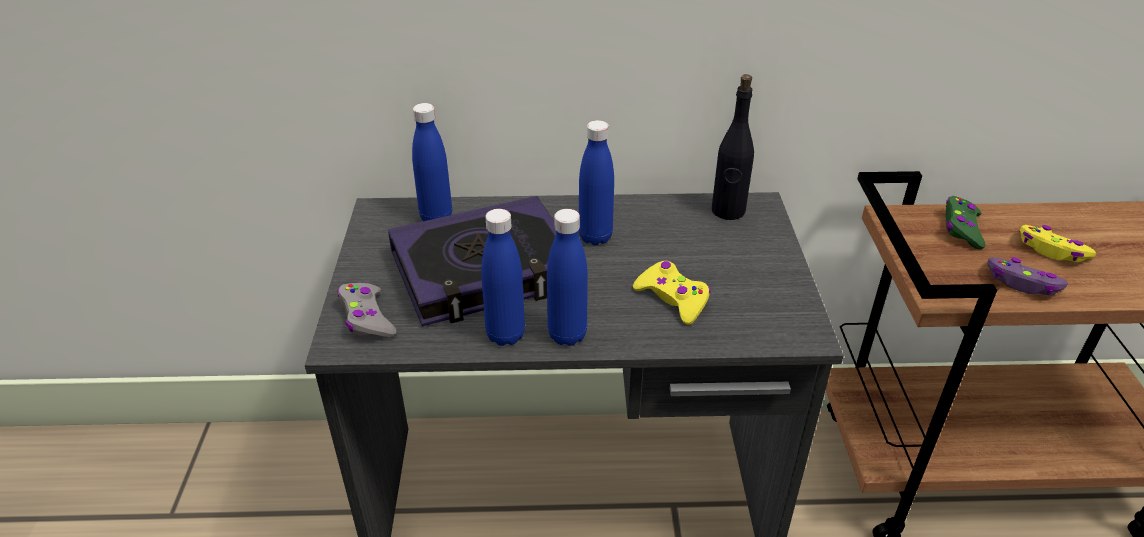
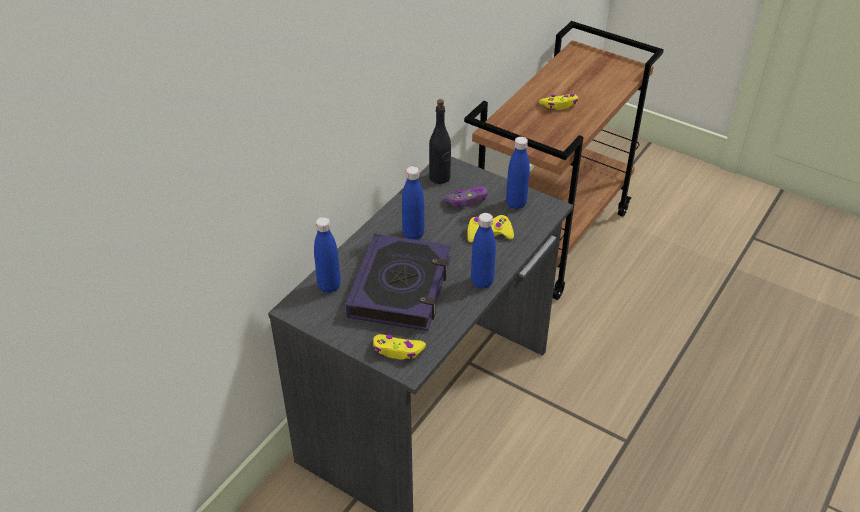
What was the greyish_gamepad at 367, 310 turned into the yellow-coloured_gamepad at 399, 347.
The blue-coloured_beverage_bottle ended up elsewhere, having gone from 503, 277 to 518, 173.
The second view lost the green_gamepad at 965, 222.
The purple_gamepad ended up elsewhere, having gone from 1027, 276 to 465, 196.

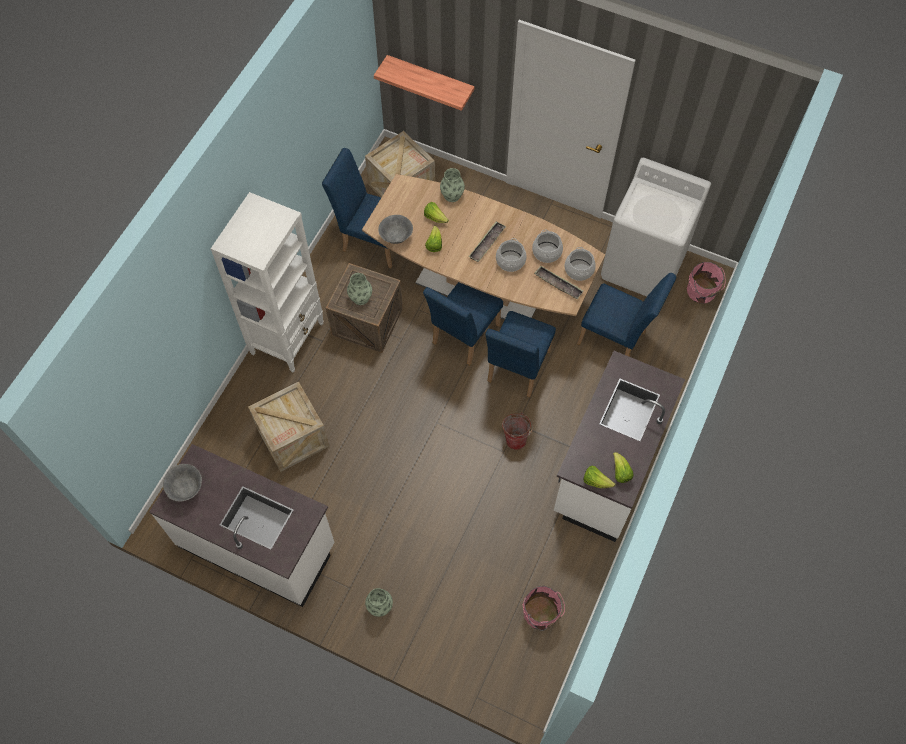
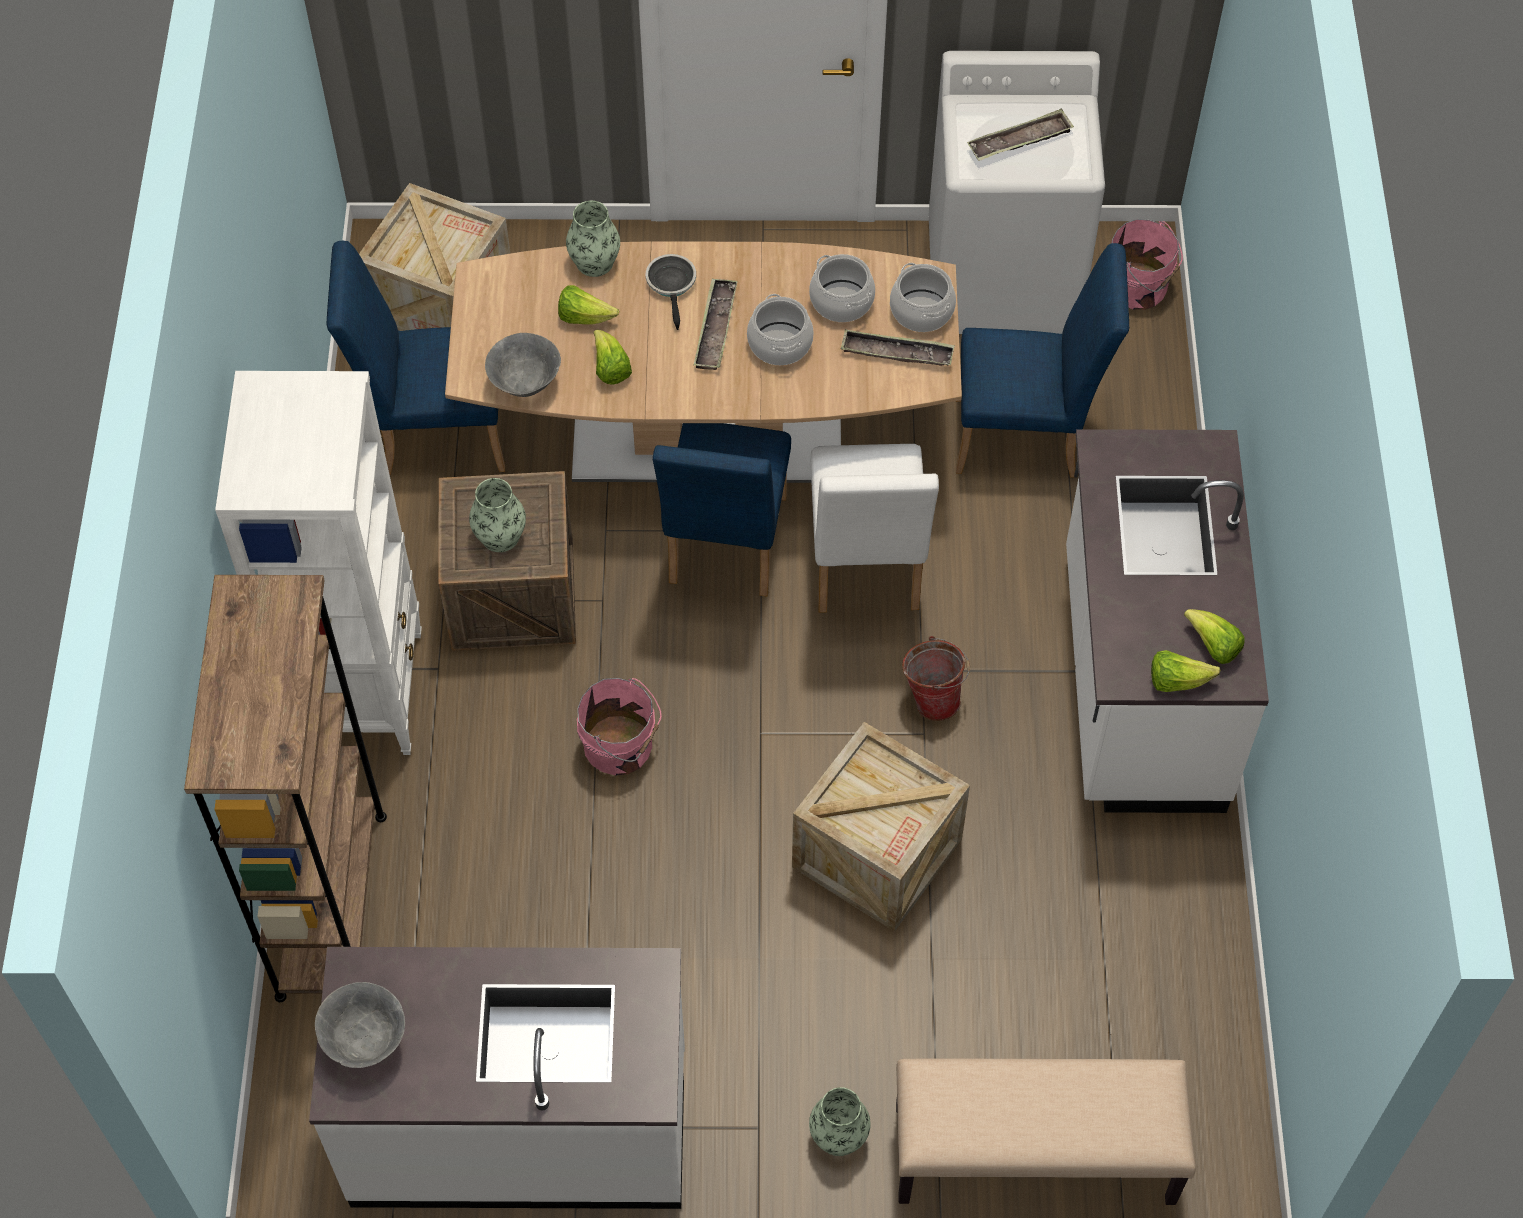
The packing_crate ended up elsewhere, having gone from 288, 427 to 881, 827.
The second view lost the bracket_shelf at 424, 83.
What was the blue-coloured_plain_chair at 520, 354 turned into the white-coloured_plain_chair at 875, 528.
The pink-coloured_pail ended up elsewhere, having gone from 544, 608 to 619, 727.
The second view gained the brownish_bookshelf at 285, 788.
The second view gained the skillet at 671, 292.
The second view gained the beige_indoor_bench at 1046, 1132.
The second view gained the carrying_tray at 1020, 135.

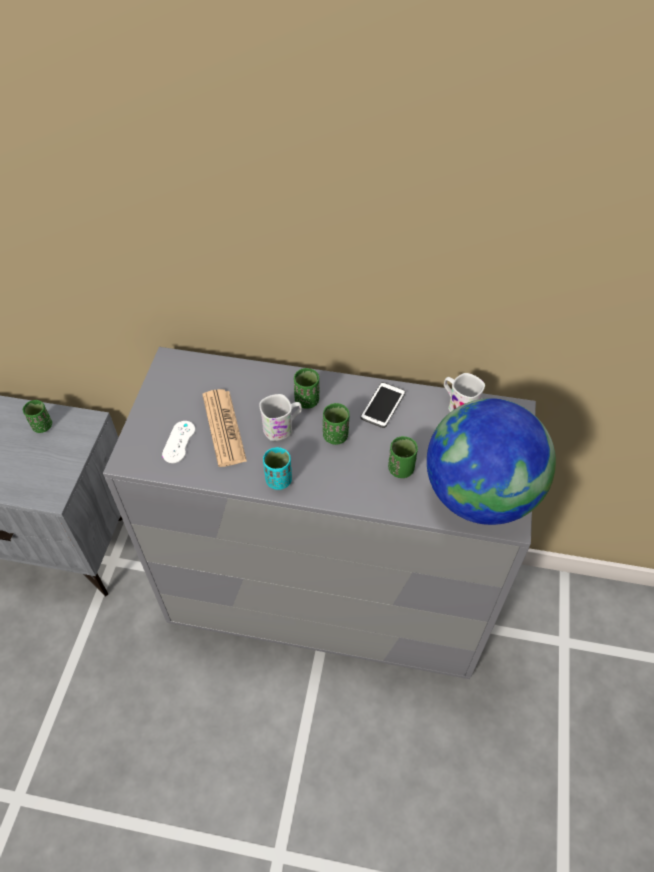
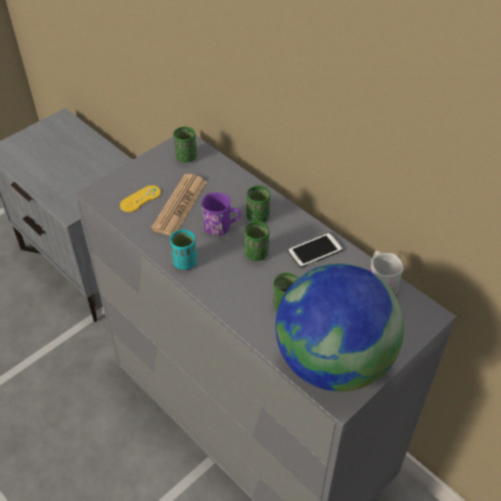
The green_drinking_cup ended up elsewhere, having gone from 37, 416 to 185, 144.
What was the white-coloured_gamepad at 178, 442 turned into the yellow-coloured_gamepad at 140, 198.
What was the white-coloured_coffee_mug at 280, 417 turned into the purple_coffee_mug at 221, 214.

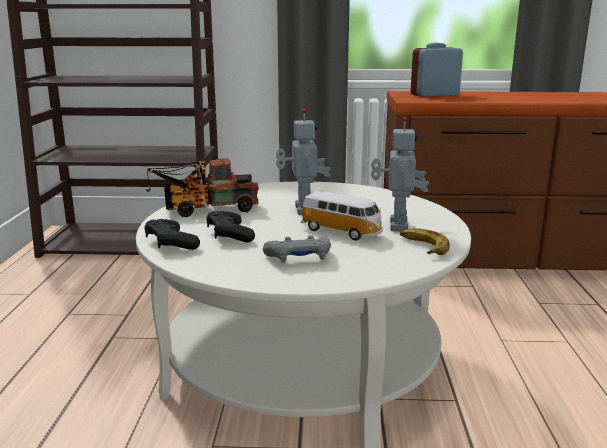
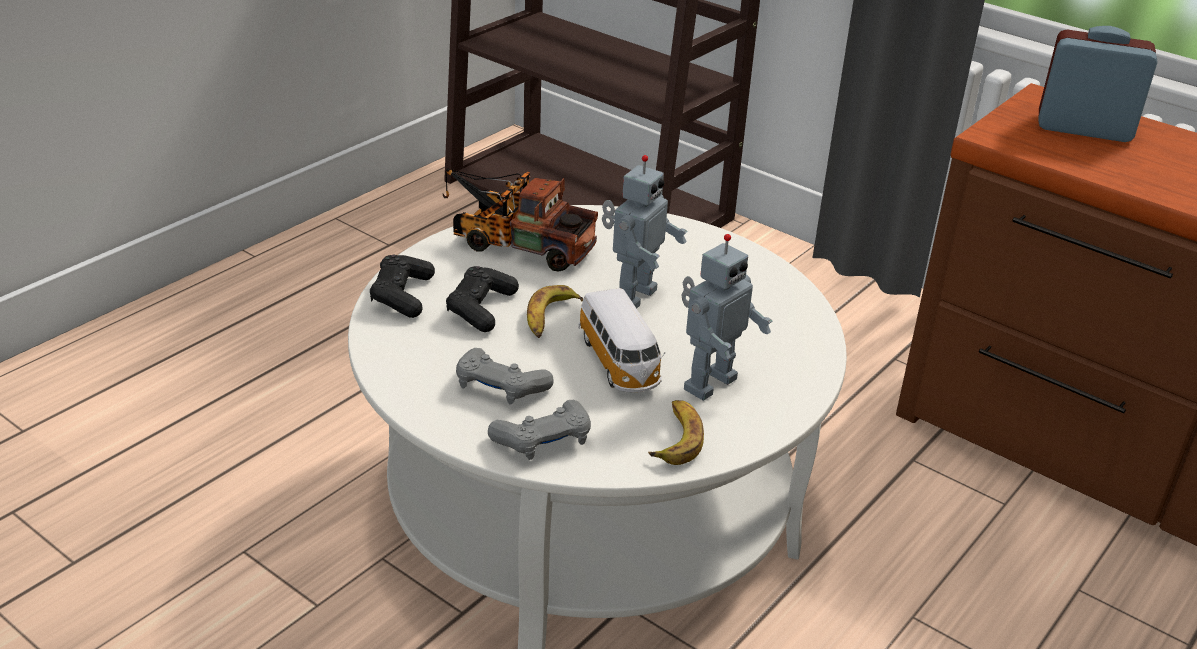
The second view gained the greyish_gamepad at 539, 430.
The second view gained the whole_banana at 555, 311.

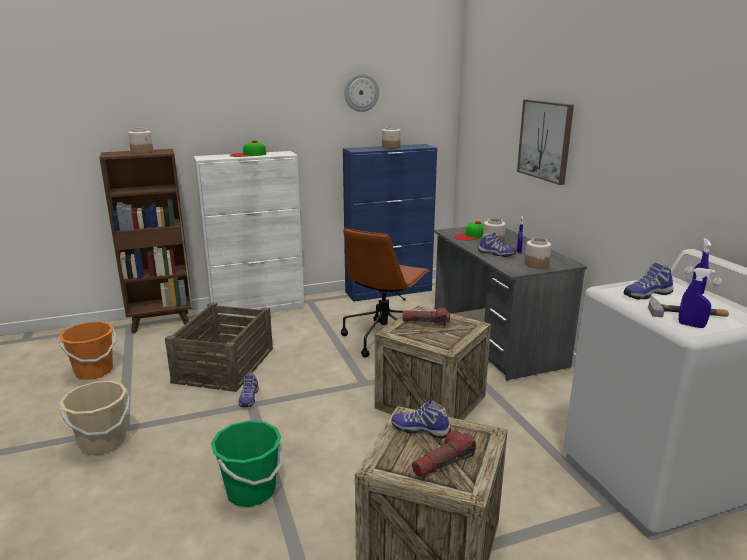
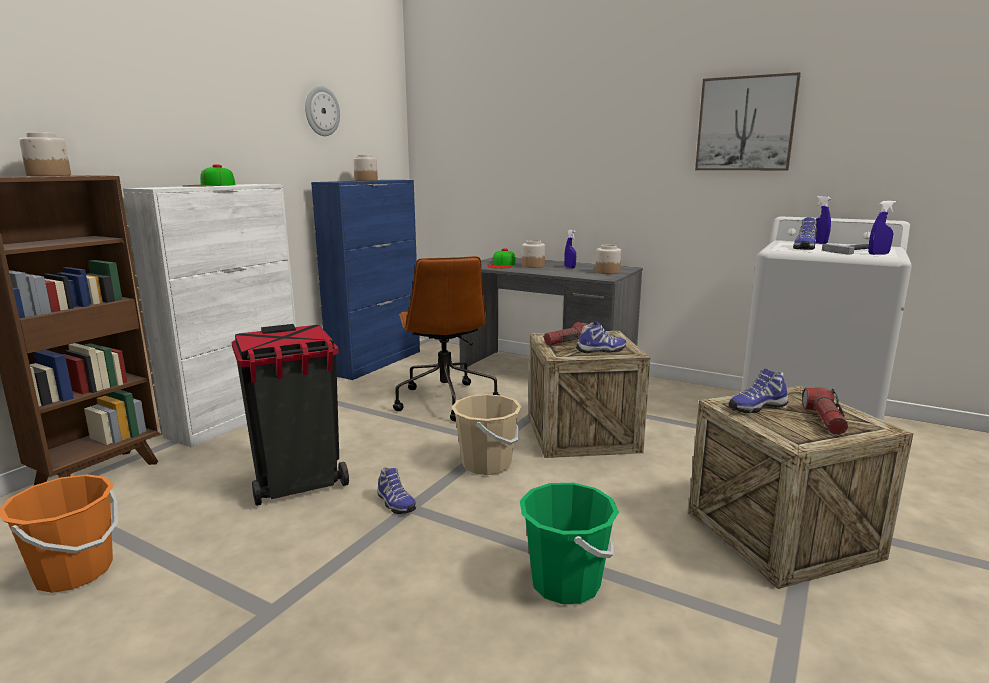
The beige_pail ended up elsewhere, having gone from 94, 418 to 487, 434.
Where the packing_crate stood at 219, 347, the blackish_trash_can came to stand at 290, 415.
The shoe ended up elsewhere, having gone from 497, 244 to 601, 337.
The wall_picture ended up elsewhere, having gone from 545, 142 to 748, 121.

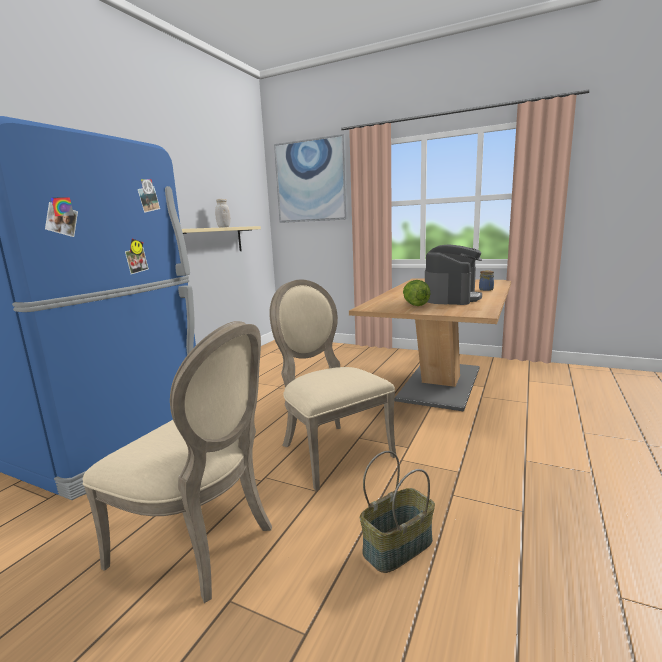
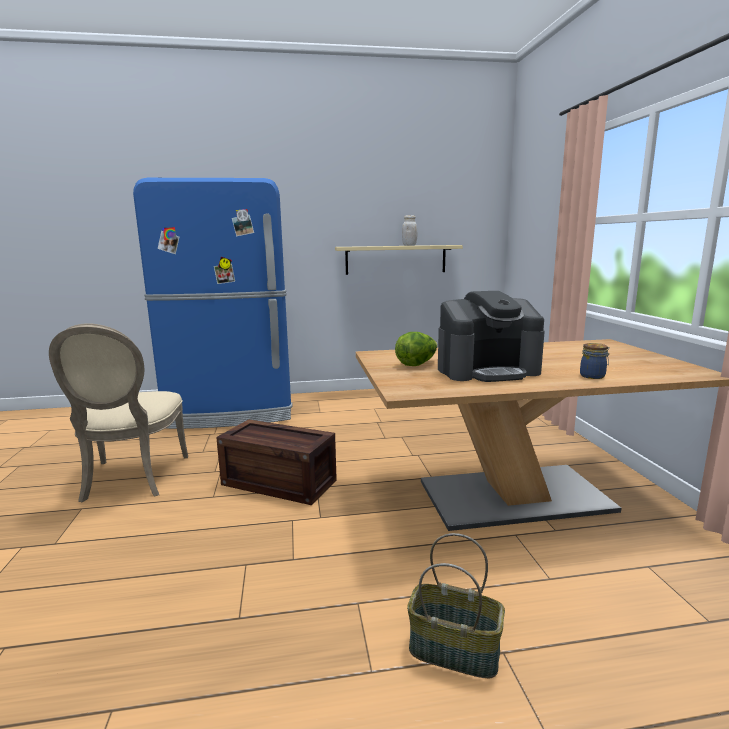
Where the beige_plain_chair stood at 332, 385, the packing_crate came to stand at 276, 462.
The second view lost the wall_picture at 311, 178.
The household_basket ended up elsewhere, having gone from 397, 512 to 456, 605.

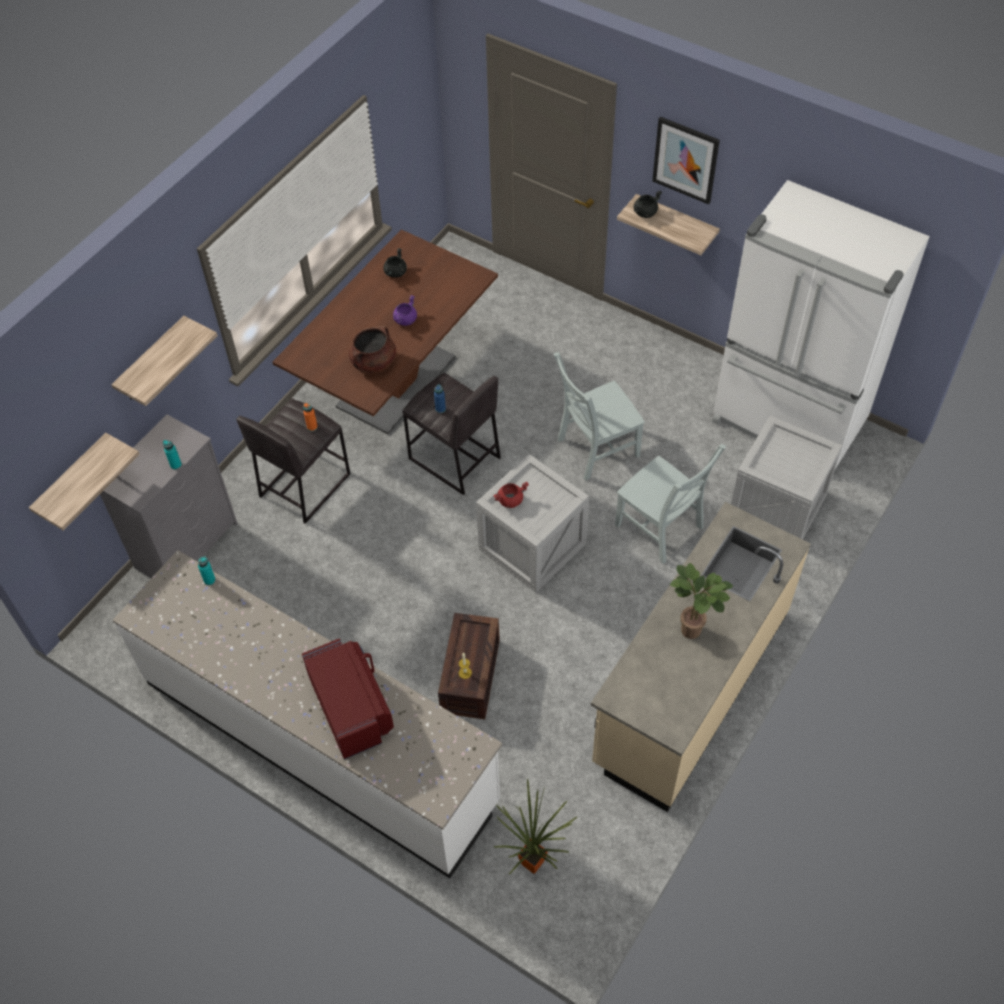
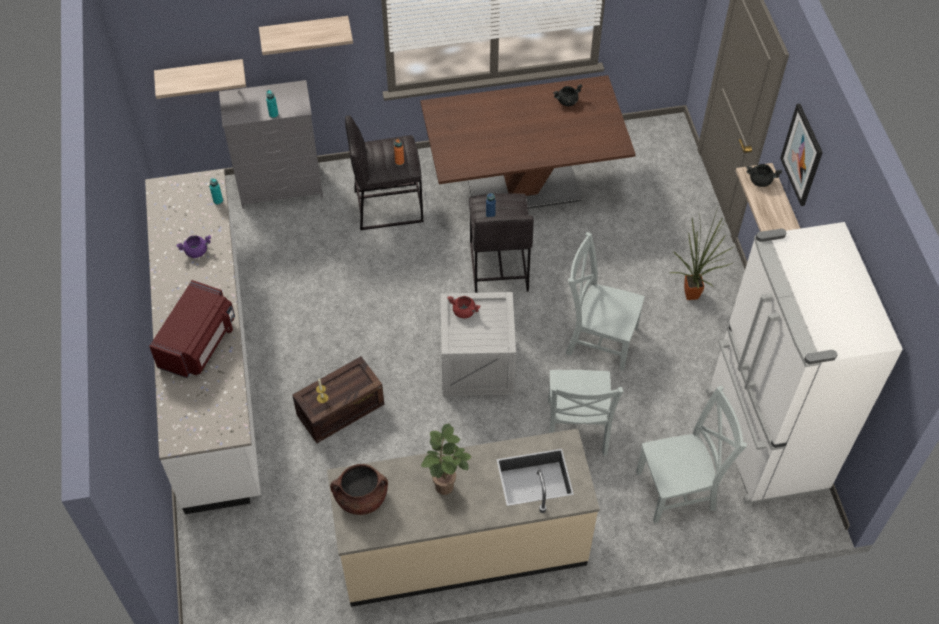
The brownish_cooking_pot ended up elsewhere, having gone from 372, 350 to 359, 489.
The purple_cooking_pot ended up elsewhere, having gone from 405, 310 to 194, 246.
The houseplant ended up elsewhere, having gone from 535, 826 to 702, 254.
Where the packing_crate stood at 786, 477, the greyish_plain_chair came to stand at 691, 454.

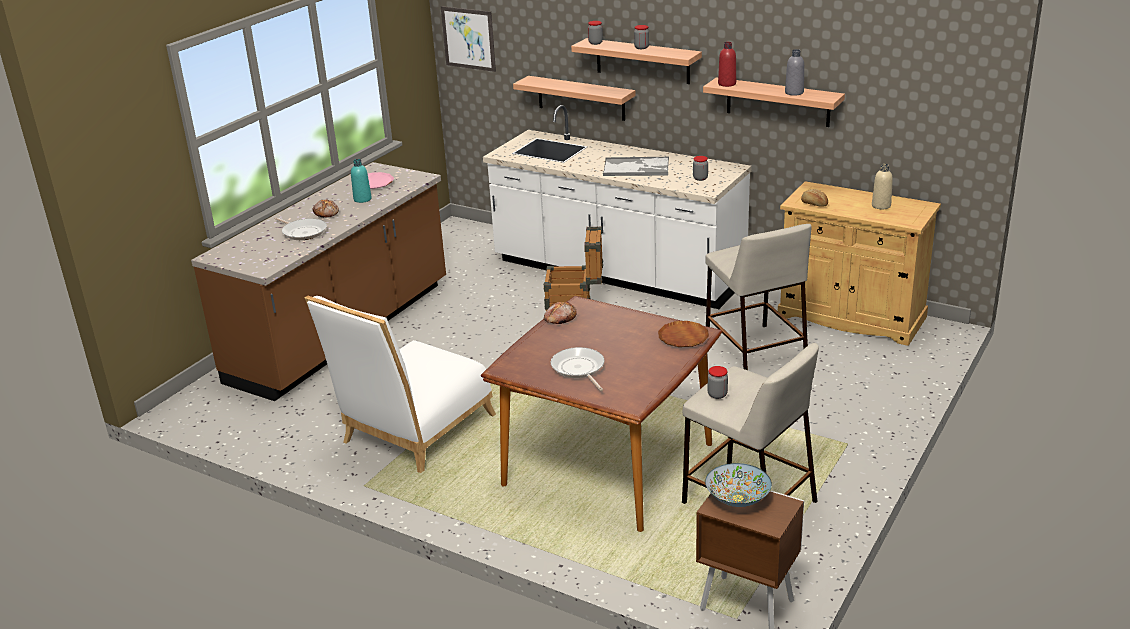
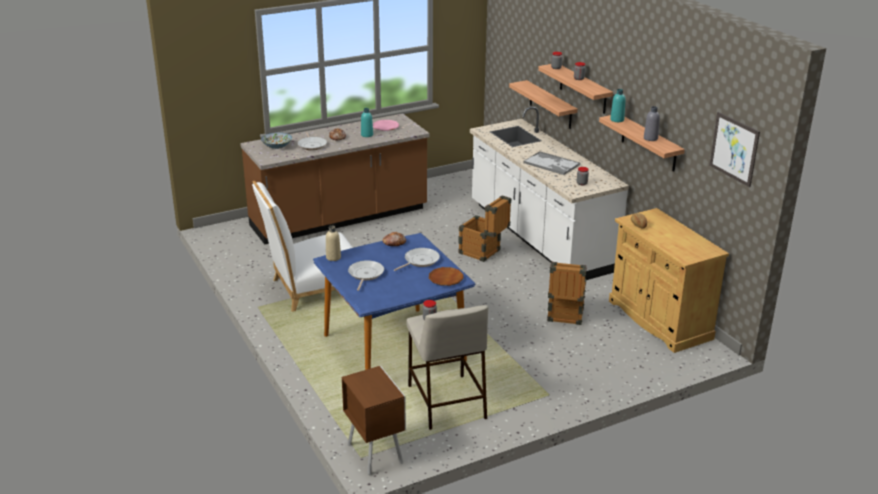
The wall_picture ended up elsewhere, having gone from 468, 39 to 734, 149.
What was the brownish_dinner_table at 601, 414 turned into the blue-coloured_dinner_table at 394, 301.
Where the beige_stool_seat stood at 758, 297, the packing_crate came to stand at 567, 293.
The deep_dish ended up elsewhere, having gone from 738, 485 to 276, 140.
What was the red-coloured_beverage_bottle at 727, 64 turned into the turquoise-coloured_beverage_bottle at 618, 105.
The beige_beverage_bottle ended up elsewhere, having gone from 882, 186 to 333, 243.
The second view gained the skillet at 417, 259.

